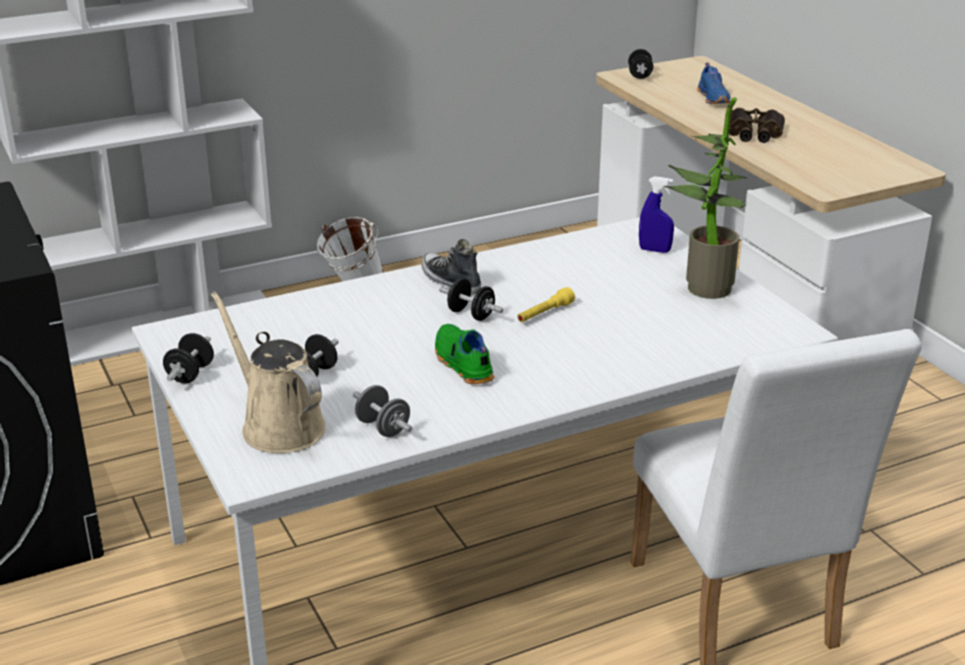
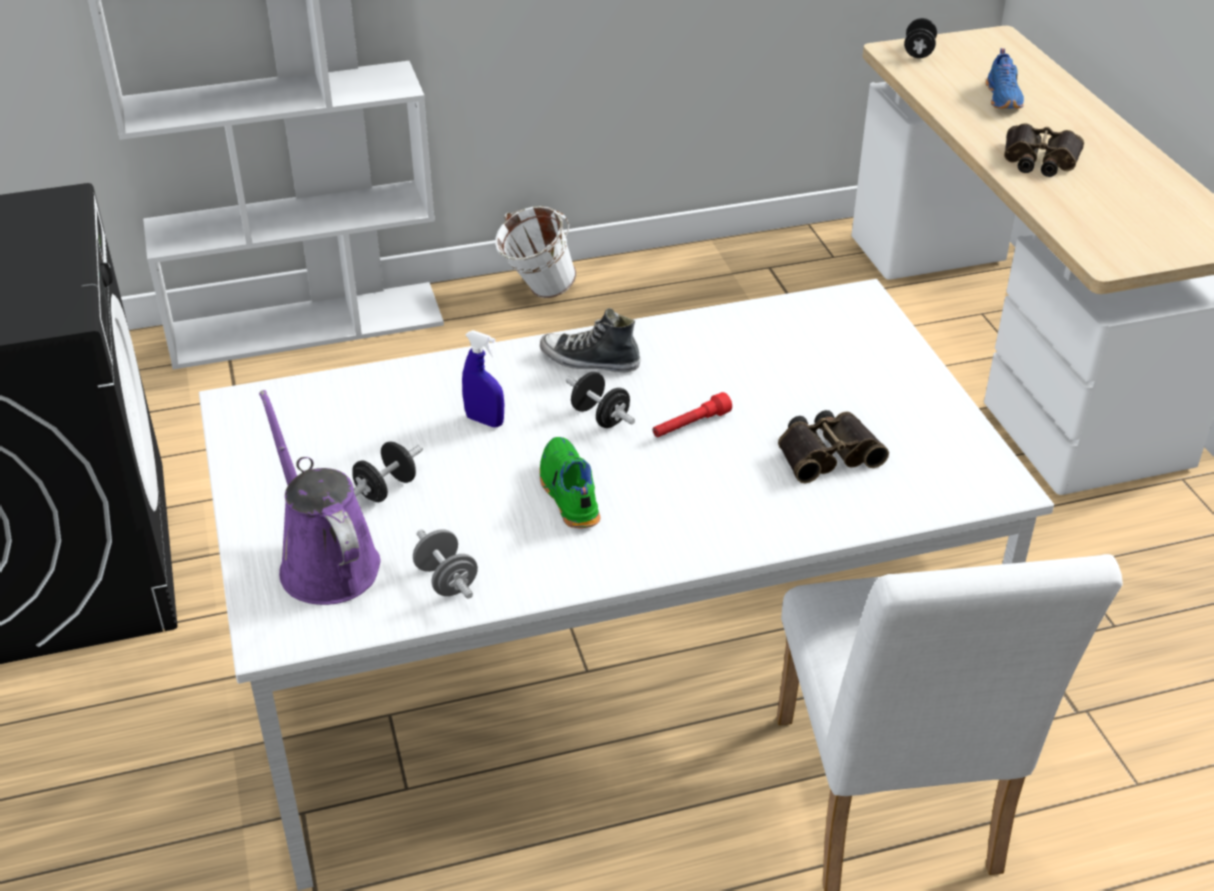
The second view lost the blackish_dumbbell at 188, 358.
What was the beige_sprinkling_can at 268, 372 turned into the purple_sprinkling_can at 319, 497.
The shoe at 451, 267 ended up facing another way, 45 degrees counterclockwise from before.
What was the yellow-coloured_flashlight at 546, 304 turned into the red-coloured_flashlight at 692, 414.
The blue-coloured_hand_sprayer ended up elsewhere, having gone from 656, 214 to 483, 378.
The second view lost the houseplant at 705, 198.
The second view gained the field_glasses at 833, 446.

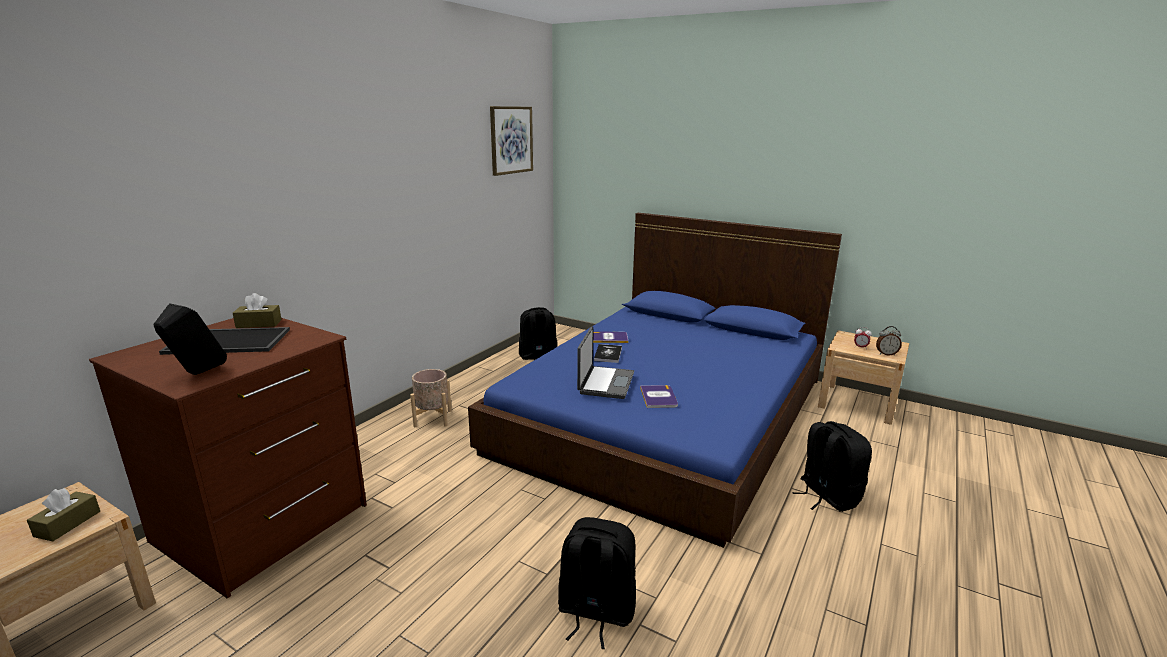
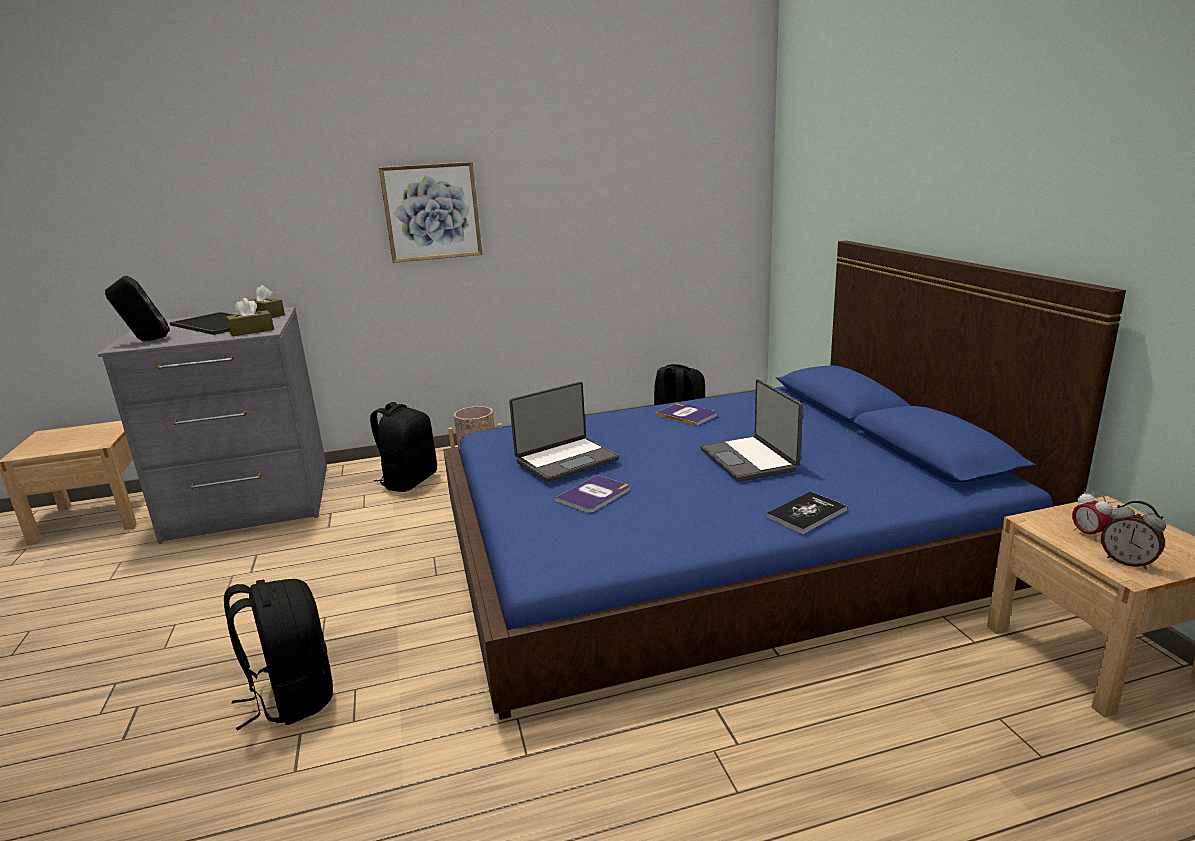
The brownish_tissue_holder ended up elsewhere, having gone from 63, 514 to 250, 317.
What was the brownish_dresser at 228, 458 turned into the greyish_dresser at 212, 425.
The wall_picture ended up elsewhere, having gone from 511, 141 to 430, 212.
The volume ended up elsewhere, having gone from 608, 353 to 807, 513.
The blackish_backpack ended up elsewhere, having gone from 832, 466 to 403, 447.
The second view gained the laptop at 751, 430.

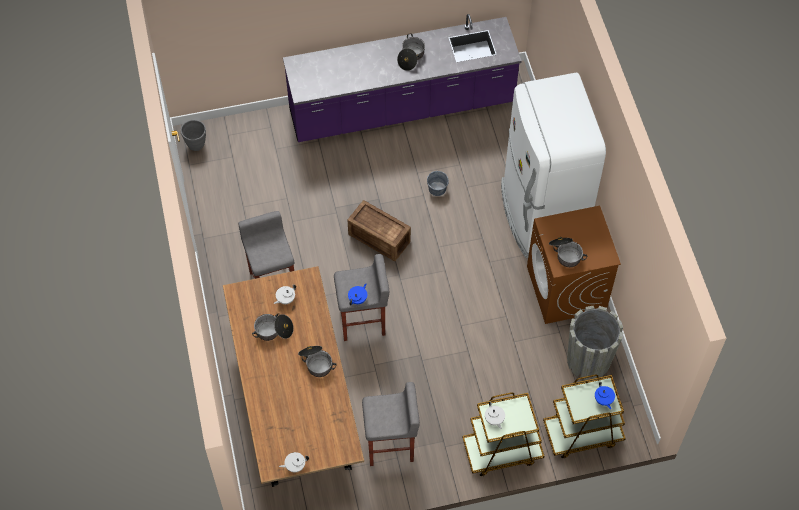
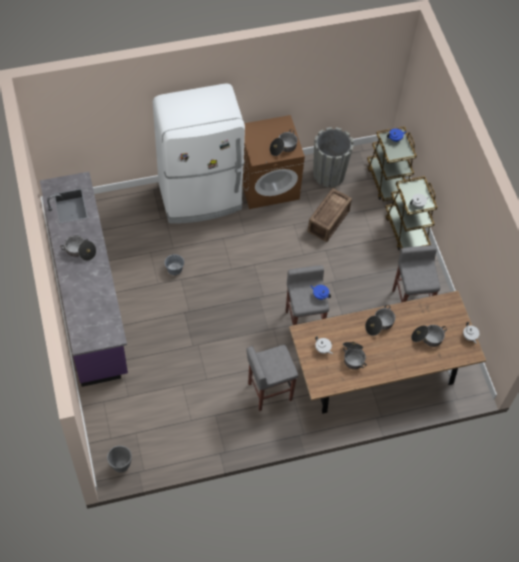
The packing_crate ended up elsewhere, having gone from 379, 230 to 330, 215.
The second view gained the cooking_pot at 429, 336.

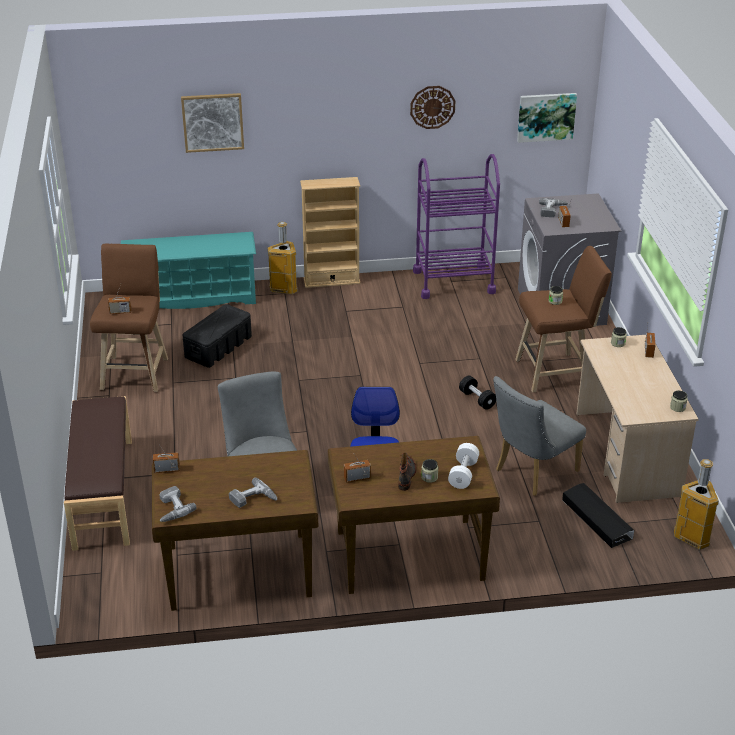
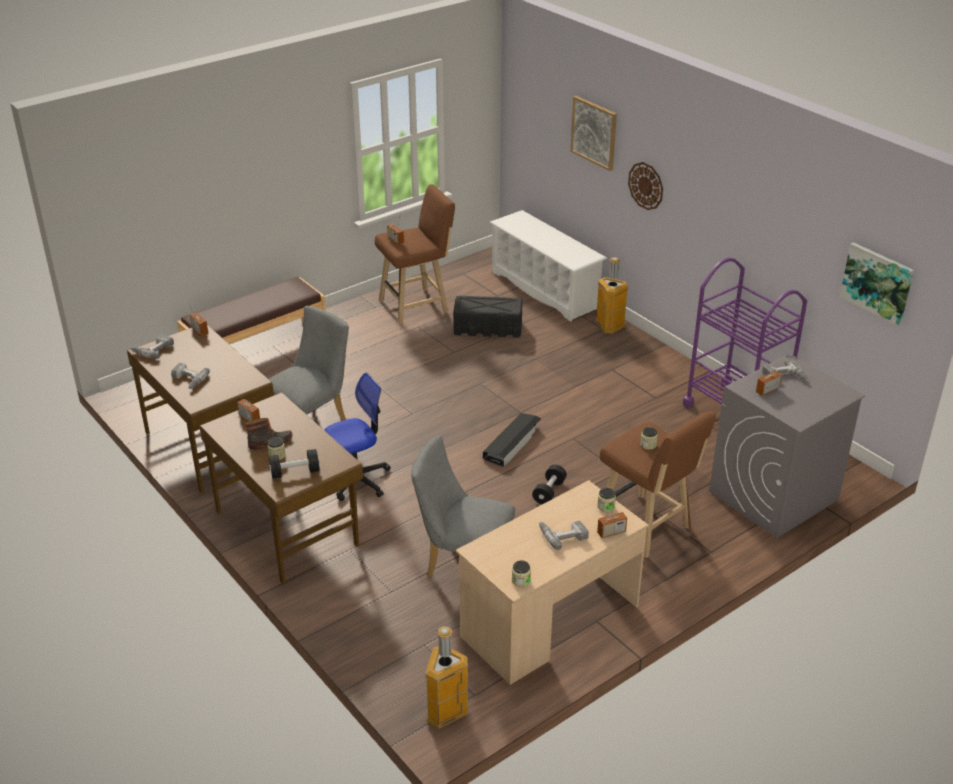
What was the turquoise-coloured_shoe_stand at 188, 270 turned into the white-coloured_shoe_stand at 549, 266.
The second view lost the beige_bookshelf at 330, 232.
The clock_on_the_wall ended up elsewhere, having gone from 432, 107 to 645, 186.
What was the white-coloured_dumbbell at 463, 466 turned into the blackish_dumbbell at 294, 464.
The blackish_storage_bin ended up elsewhere, having gone from 598, 515 to 512, 440.
The second view gained the electric_drill at 564, 535.

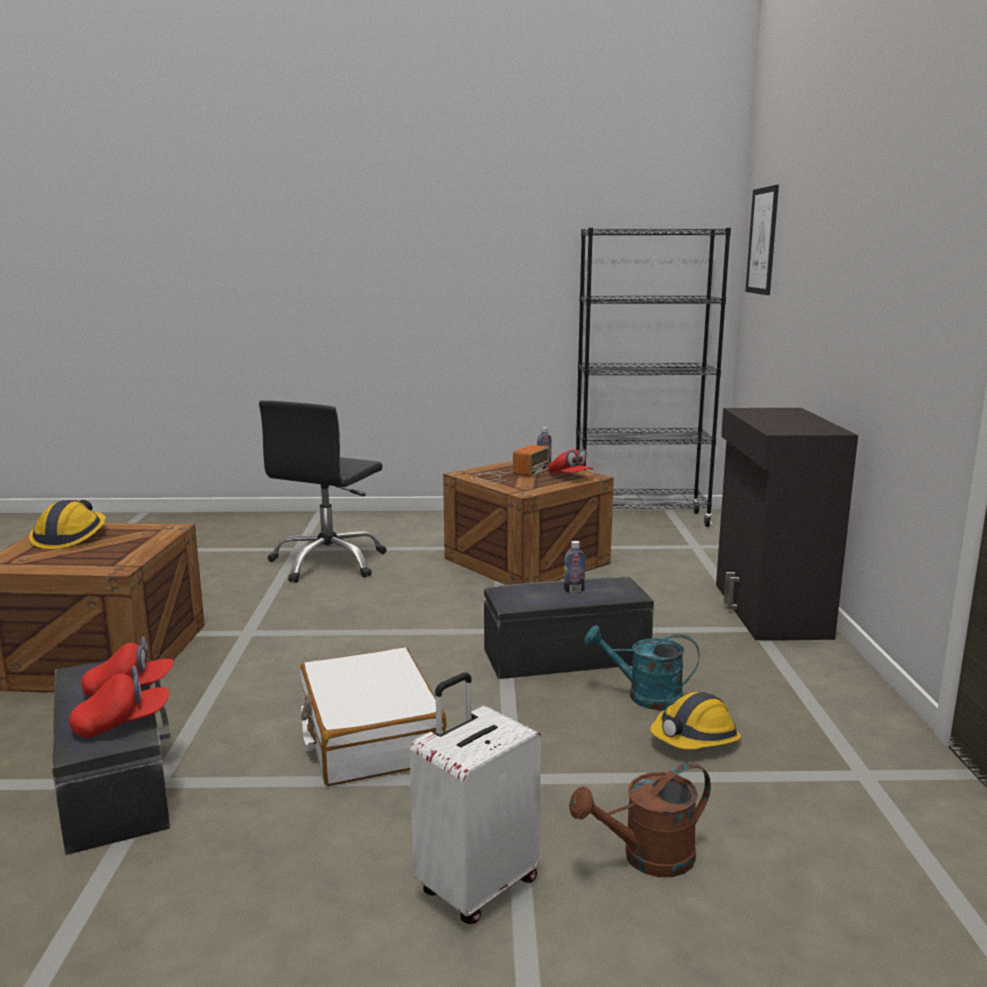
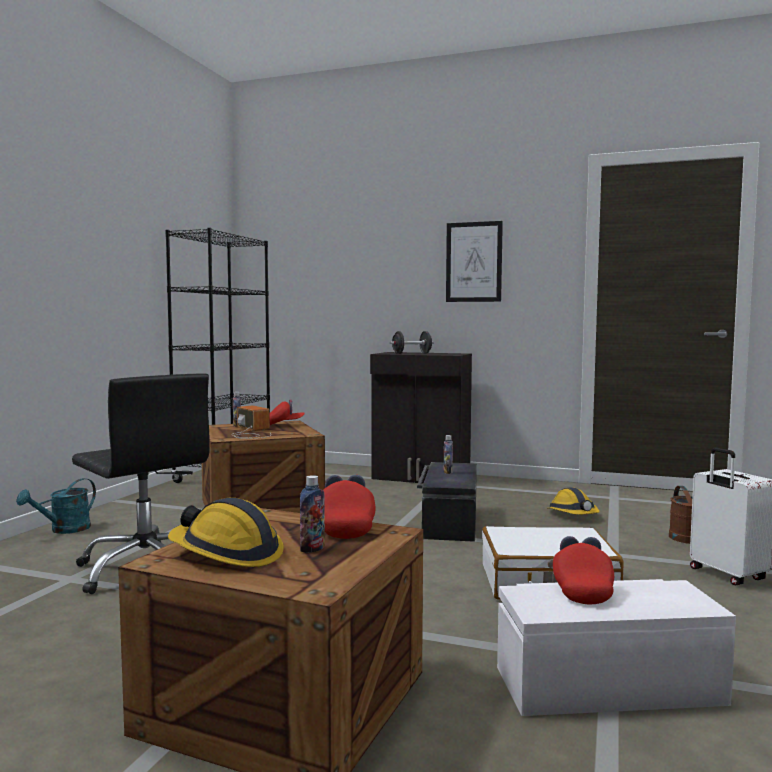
What was the blackish_storage_bin at 111, 758 turned into the white-coloured_storage_bin at 616, 647.
The red-coloured_baseball_cap ended up elsewhere, having gone from 119, 702 to 349, 507.
The turquoise-coloured_sprinkling_can ended up elsewhere, having gone from 641, 667 to 56, 506.
The wall_picture ended up elsewhere, having gone from 762, 240 to 474, 261.
The second view gained the beverage_bottle at 312, 514.
The second view gained the blackish_dumbbell at 412, 342.

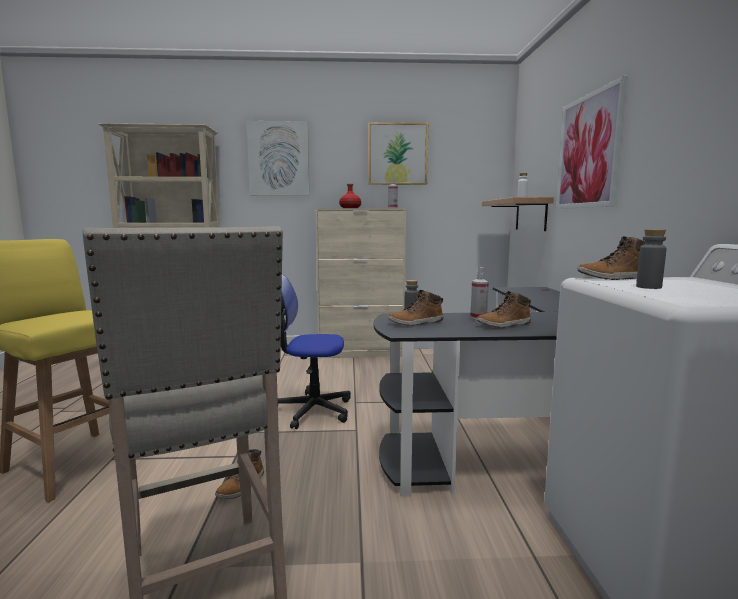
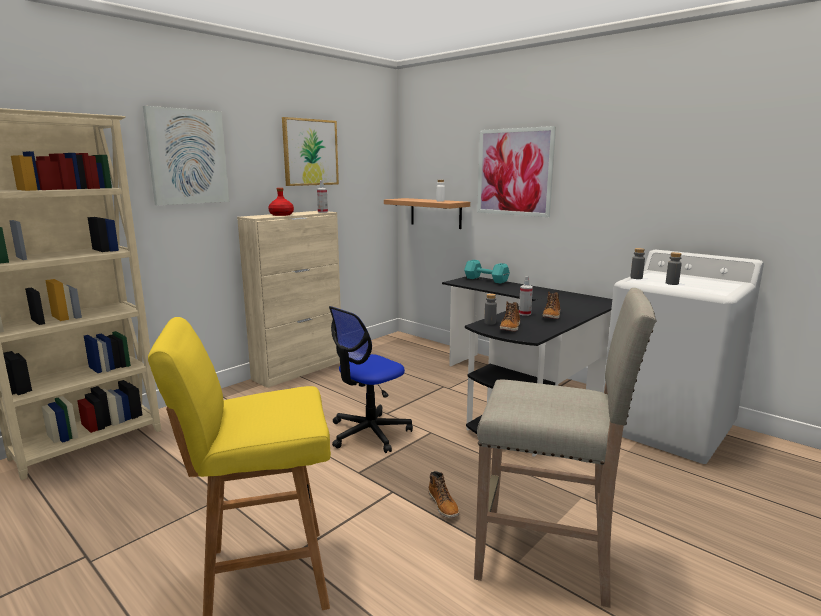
Where the boot stood at 611, 258, the greyish_beverage_bottle came to stand at 637, 263.
The second view gained the turquoise-coloured_dumbbell at 487, 272.

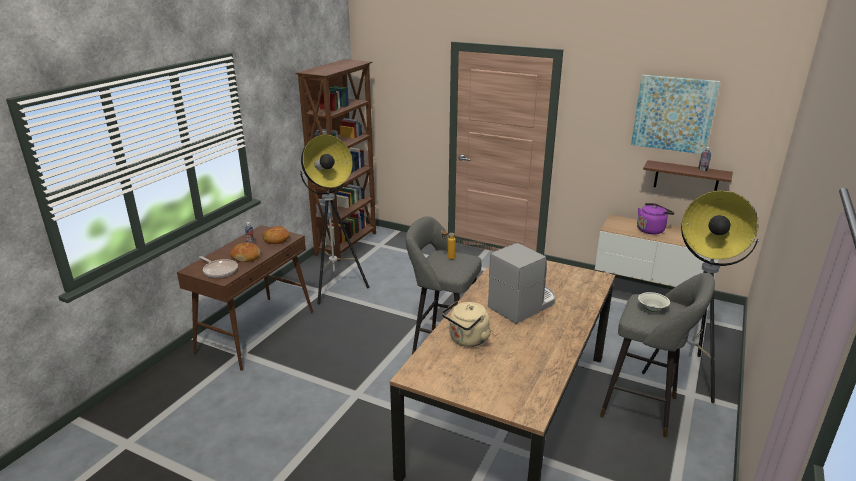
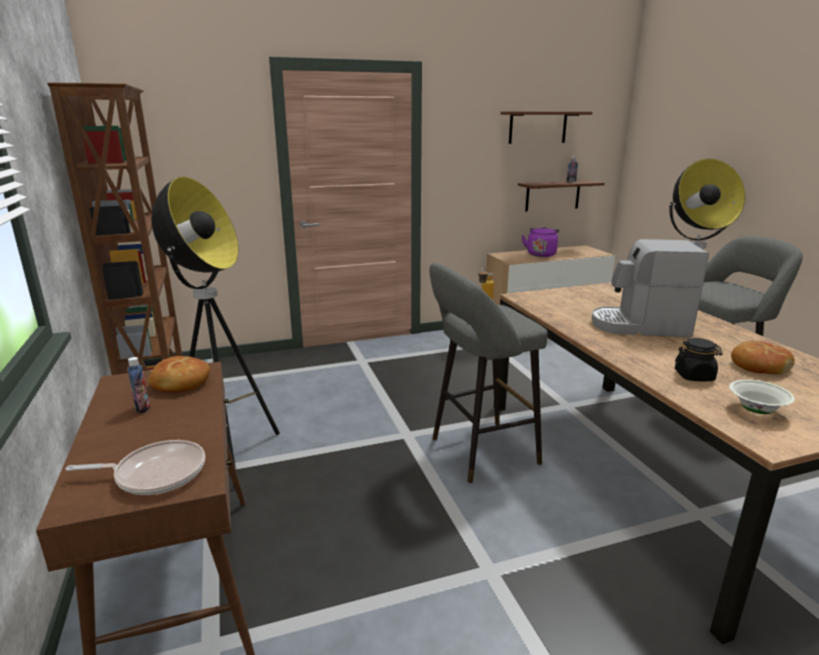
The bakery_bread ended up elsewhere, having gone from 245, 252 to 763, 357.
Where the beige_water_kettle stood at 467, 324, the blackish_preserve_jar came to stand at 699, 359.
The coffee_maker at 521, 283 ended up facing another way, 90 degrees counterclockwise from before.
Where the wall_picture hung at 675, 114, the brownish_bracket_shelf came to hang at 546, 127.
The white-coloured_deep_dish ended up elsewhere, having gone from 654, 302 to 762, 397.

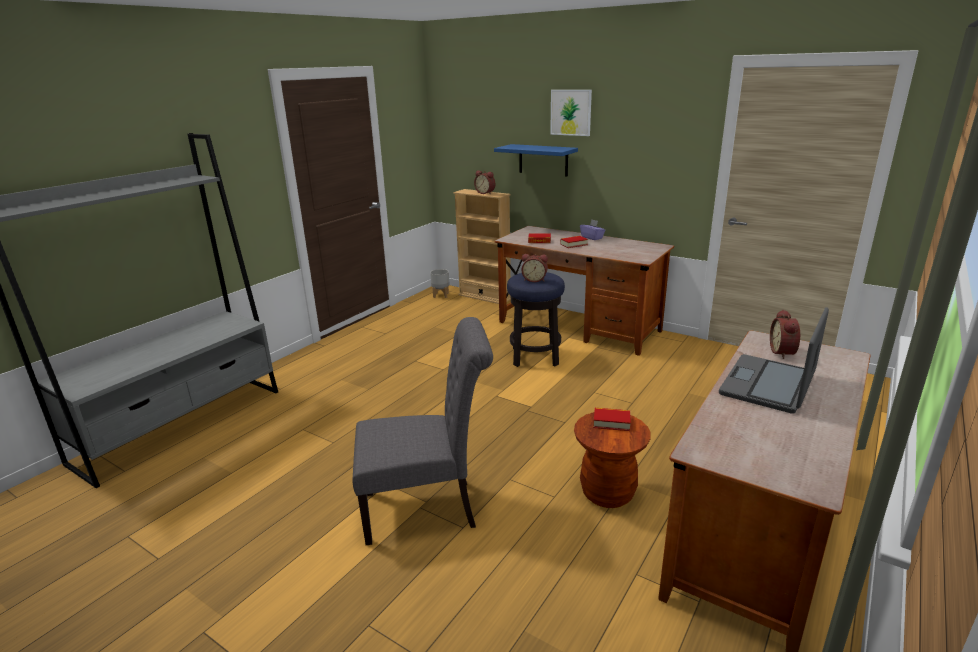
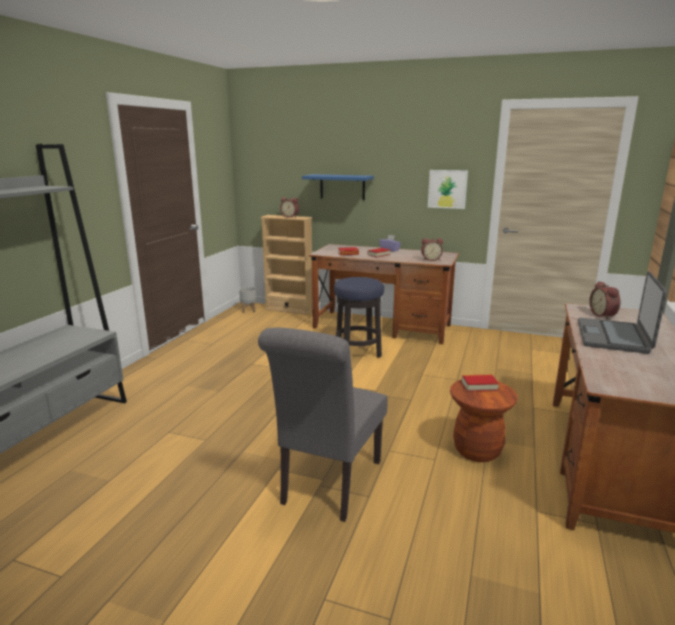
The greyish_plain_chair at 423, 431 ended up facing another way, 135 degrees clockwise from before.
The table_clock ended up elsewhere, having gone from 535, 268 to 432, 249.
The wall_picture ended up elsewhere, having gone from 571, 113 to 448, 189.

